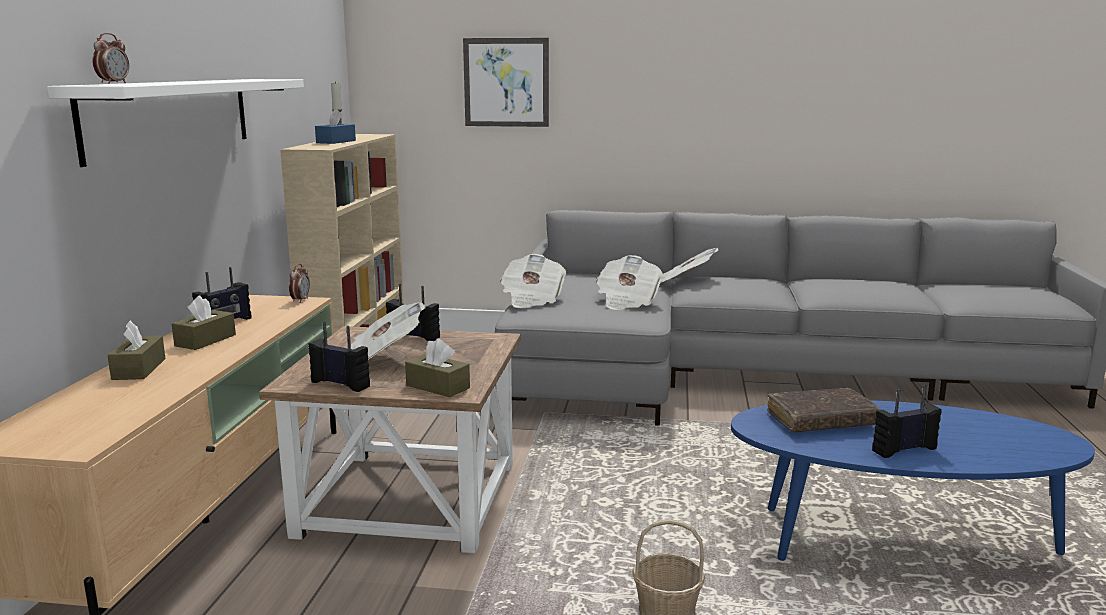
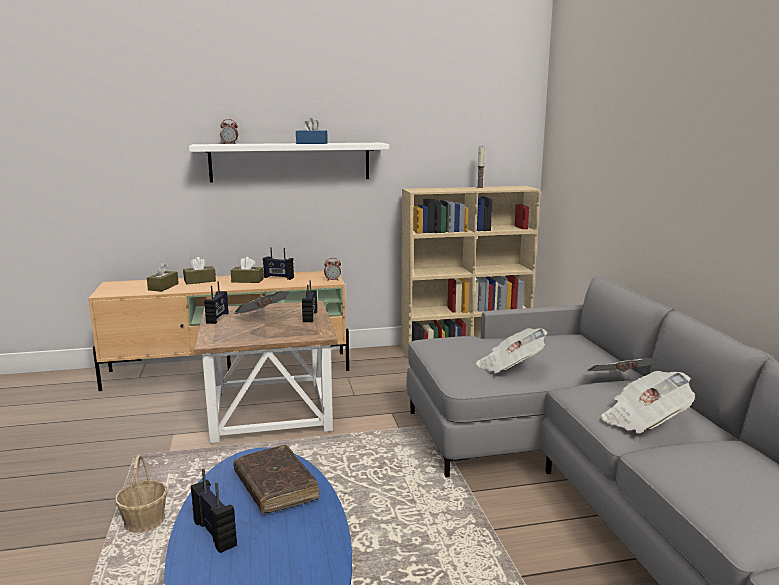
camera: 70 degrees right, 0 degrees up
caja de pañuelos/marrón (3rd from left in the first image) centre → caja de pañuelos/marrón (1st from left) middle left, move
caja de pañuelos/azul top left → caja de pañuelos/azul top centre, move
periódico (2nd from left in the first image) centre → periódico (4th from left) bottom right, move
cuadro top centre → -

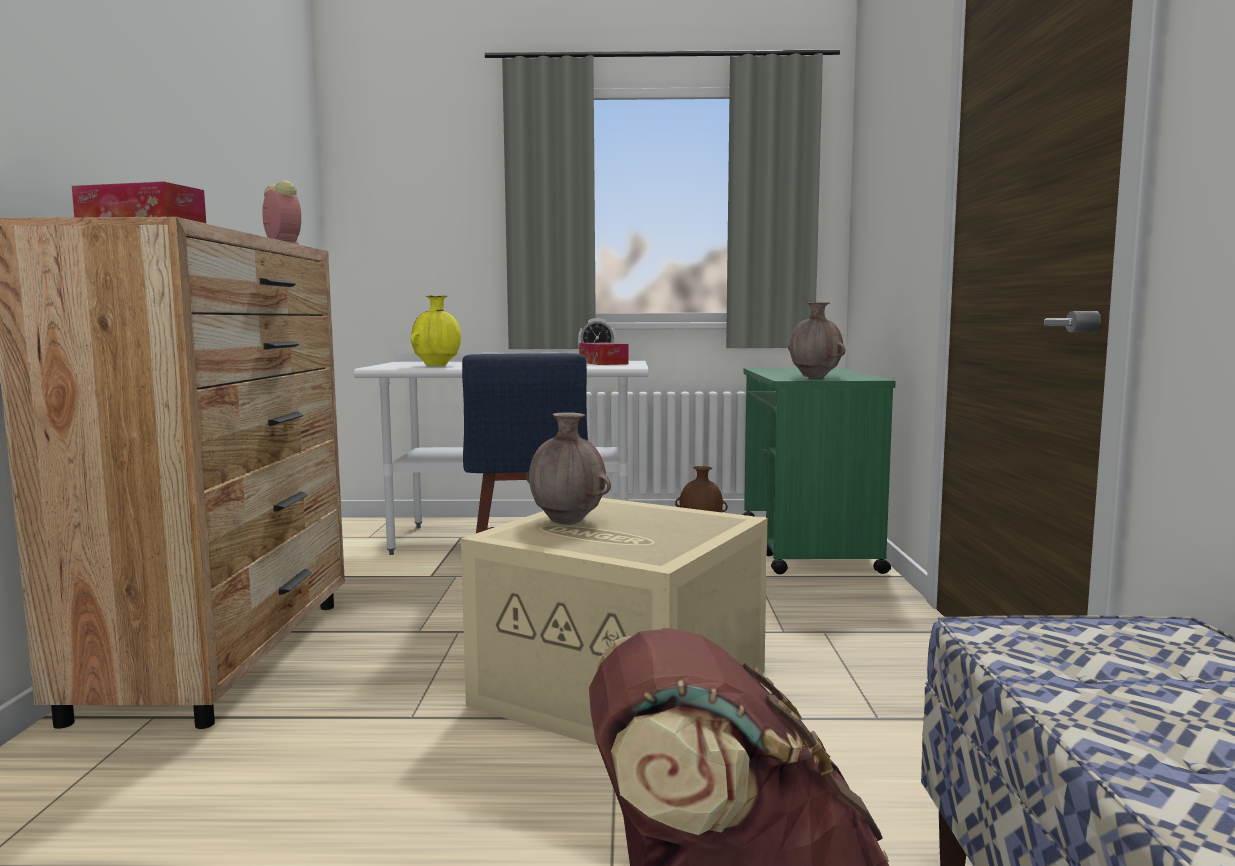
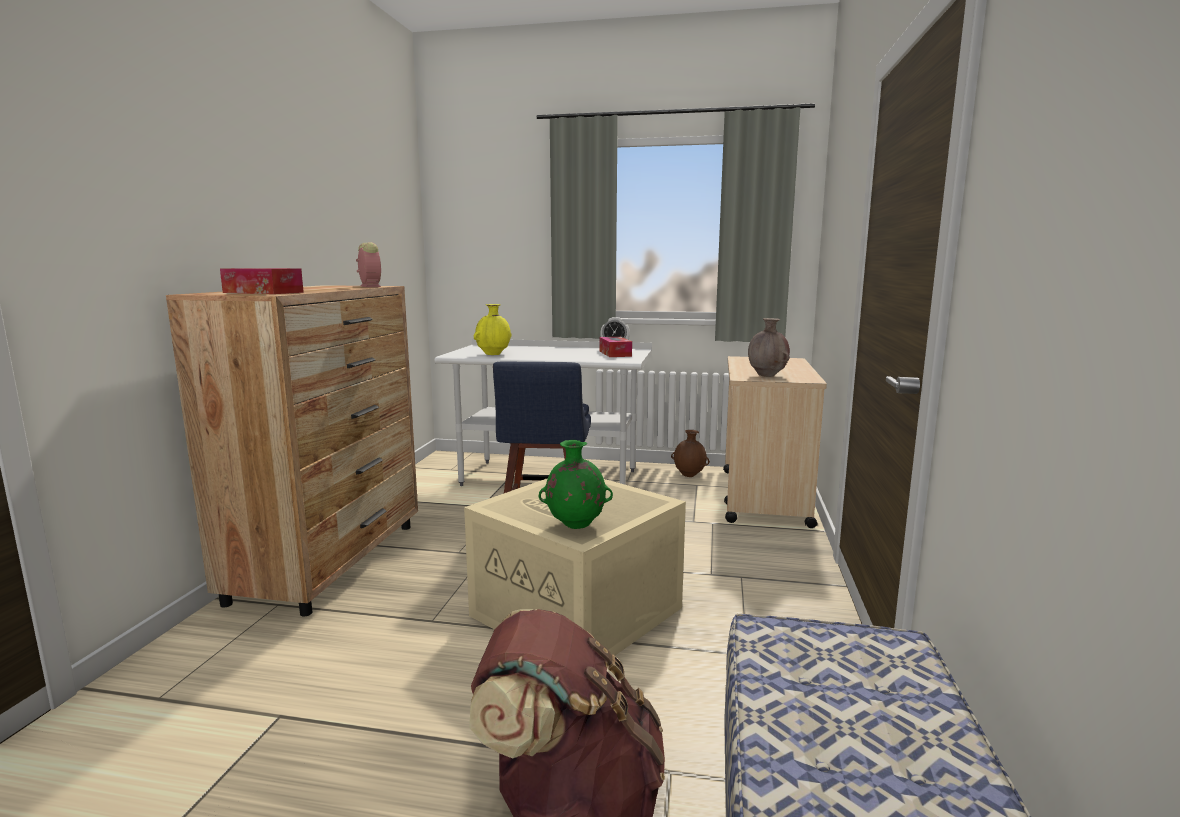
camera: 10 degrees right, 5 degrees up
- → florero/verde centre
carrito/verde centre → carrito/beis centre
florero/marrón (1st from left) centre → -

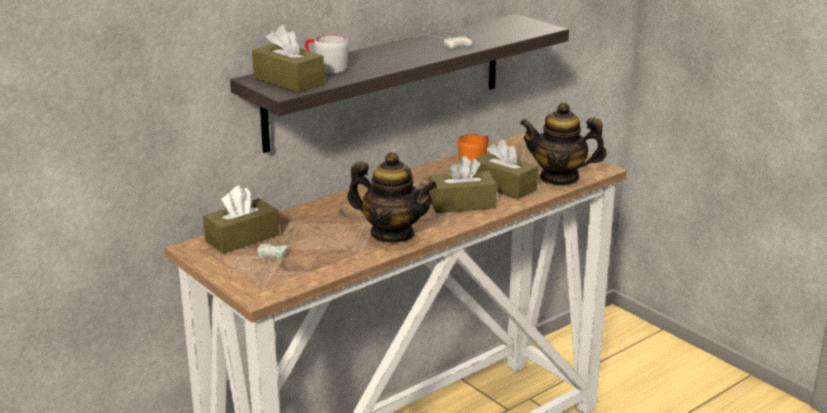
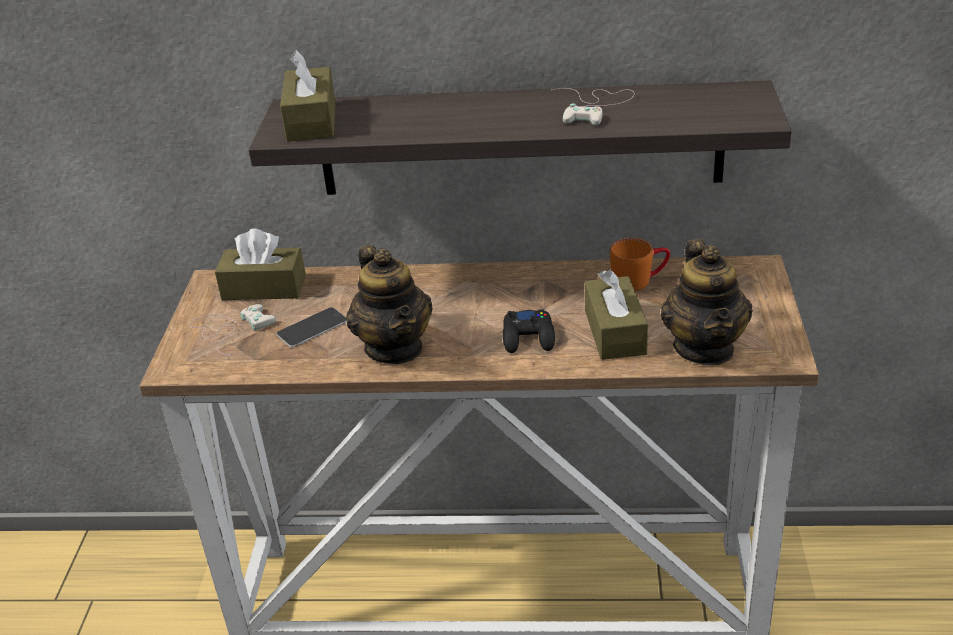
camera: 45 degrees right, 10 degrees up
- → móvil middle left
caja de pañuelos/marrón (3rd from left) centre → mando de consola/negro centre
tetera (2nd from left) middle right, 150 degrees counterclockwise
taza grande/gris top centre → -

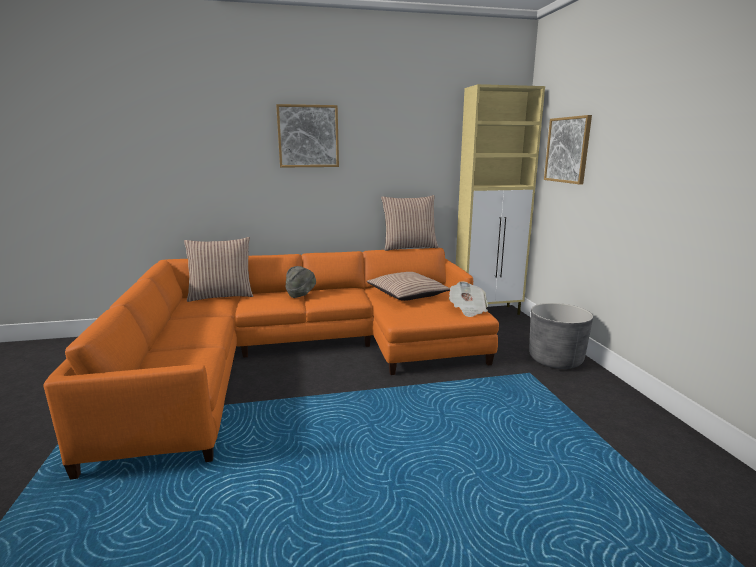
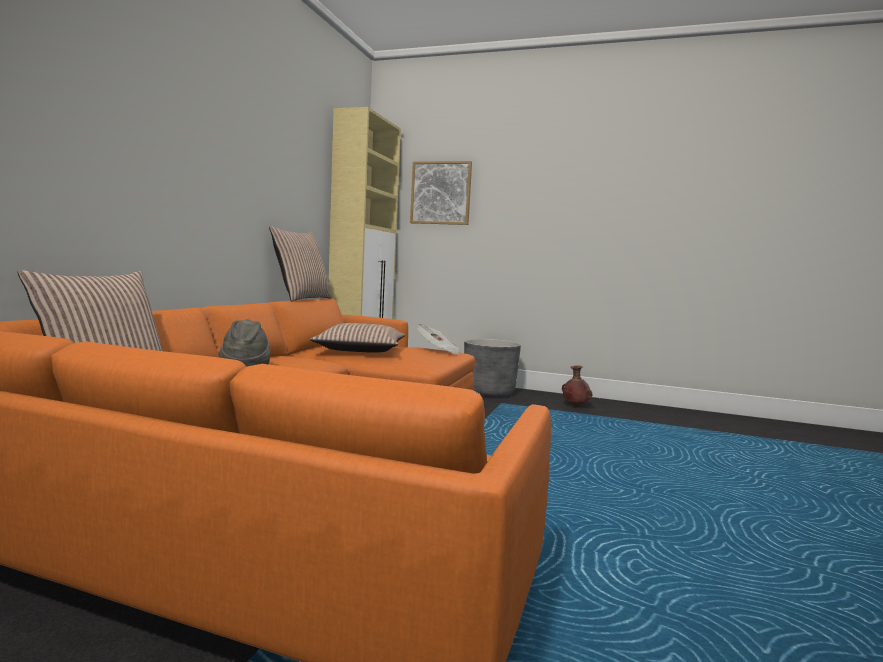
camera: 60 degrees left, 10 degrees down
- → florero/marrón centre
cuadro (1st from left) top centre → -

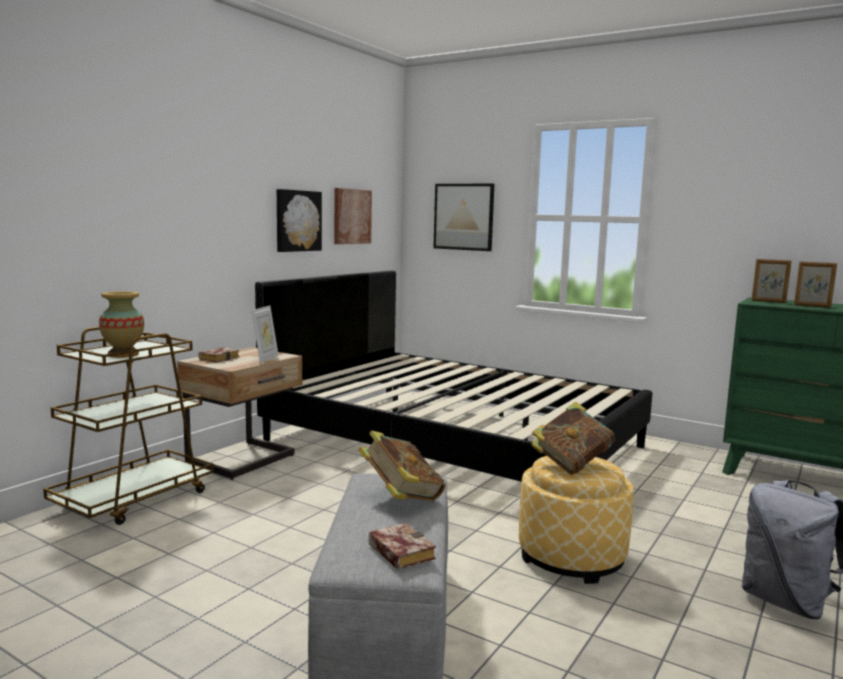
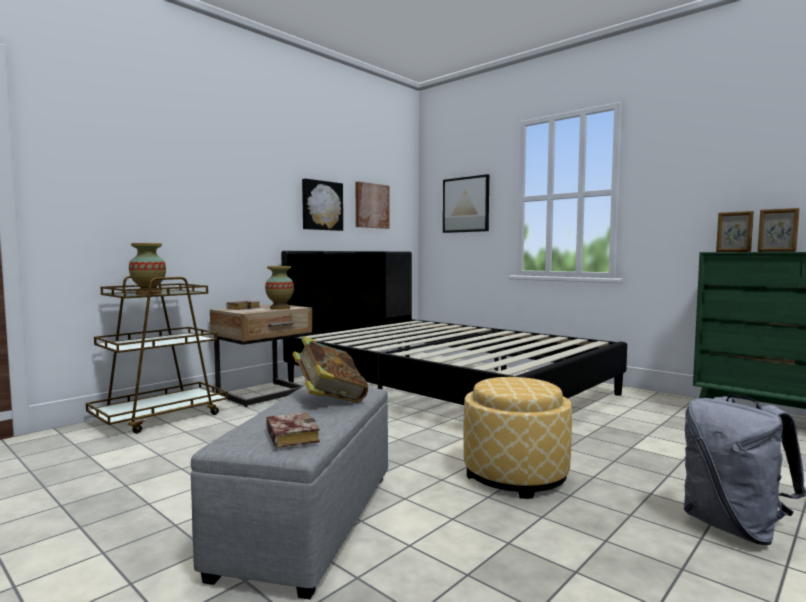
camera: 10 degrees right, 5 degrees down
portarretratos (1st from left) middle left → florero (2nd from left) centre
libro (4th from left) middle right → -

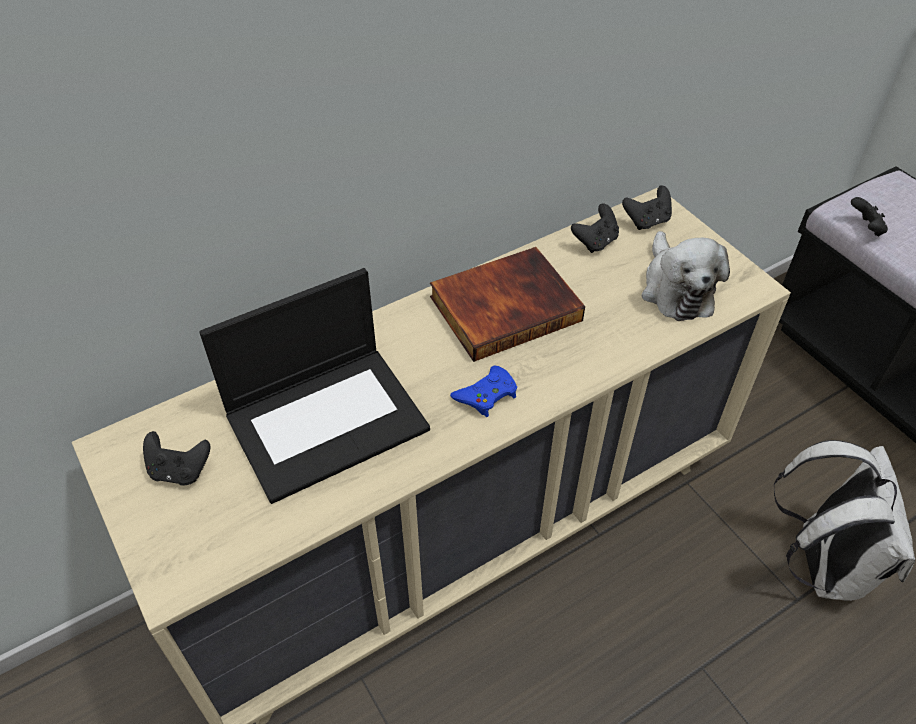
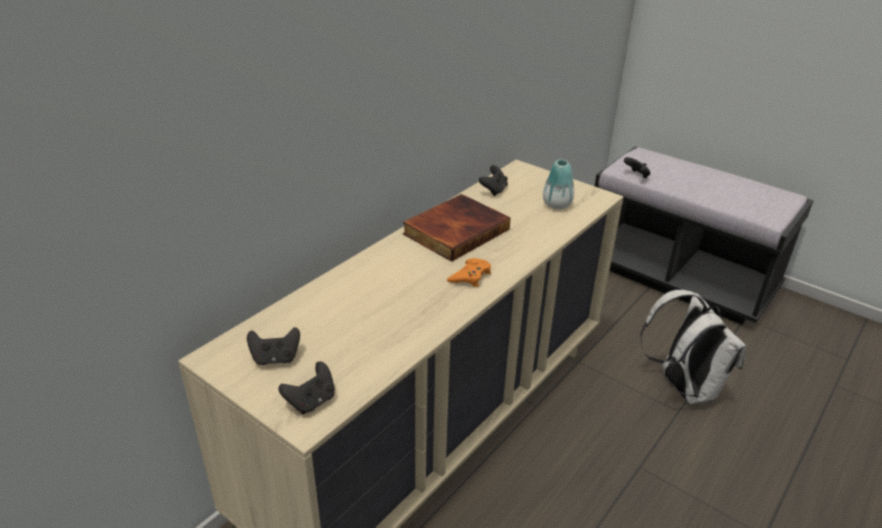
camera: 20 degrees left, 15 degrees down
mando de consola/negro (3rd from left in the first image) top right → mando de consola/negro (2nd from left) bottom centre, move
mando de consola/azul centre → mando de consola/naranja centre
peluche middle right → florero centre
portátil centre → -

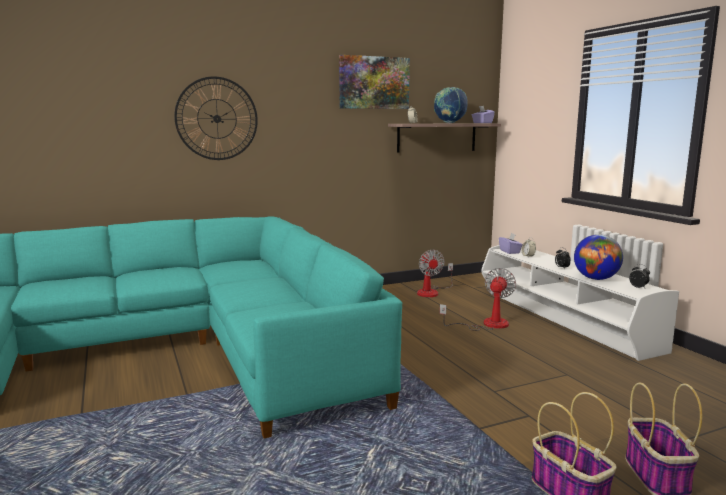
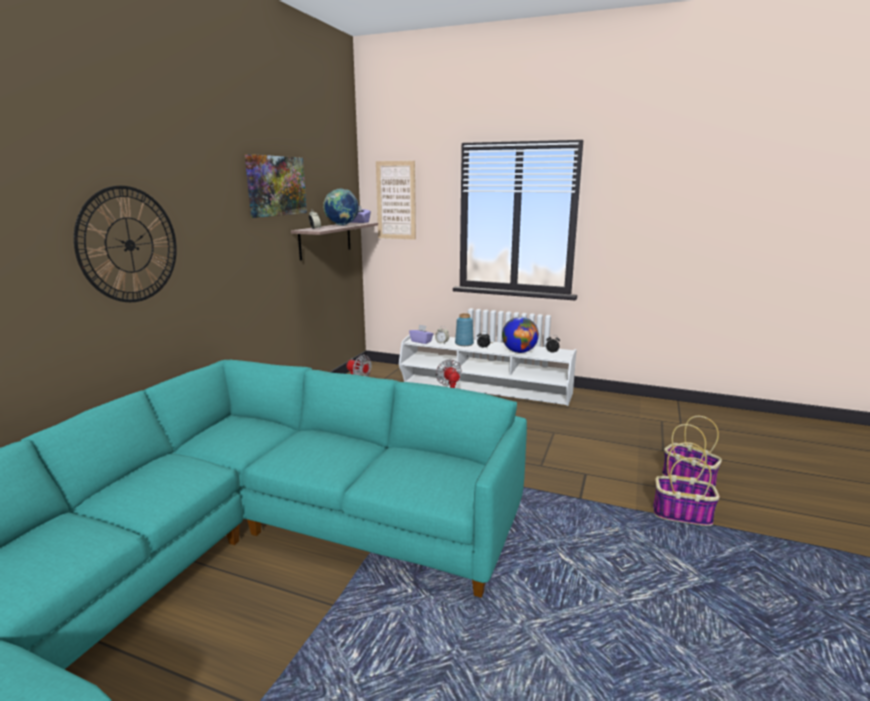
camera: 45 degrees left, 5 degrees up
- → cuadro (2nd from left) top centre
- → florero/azul centre

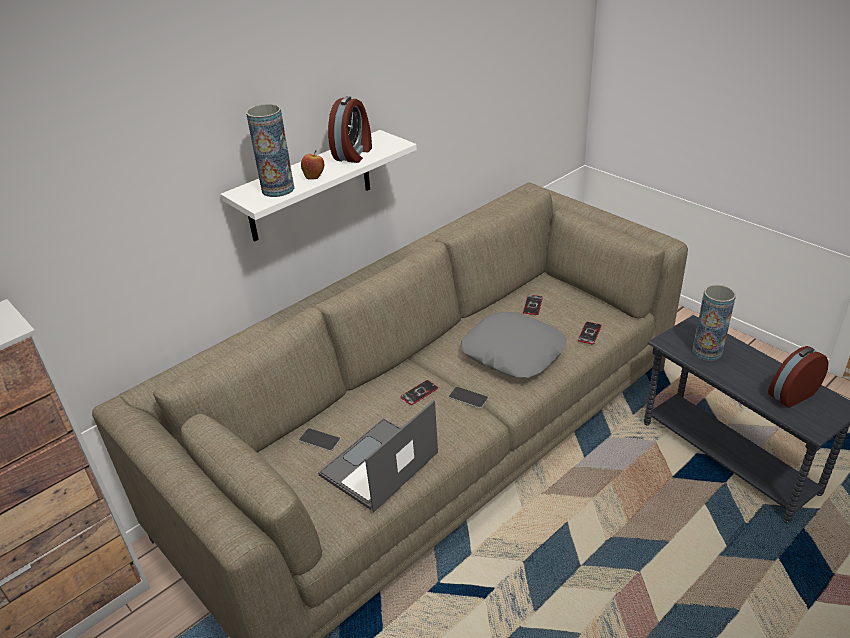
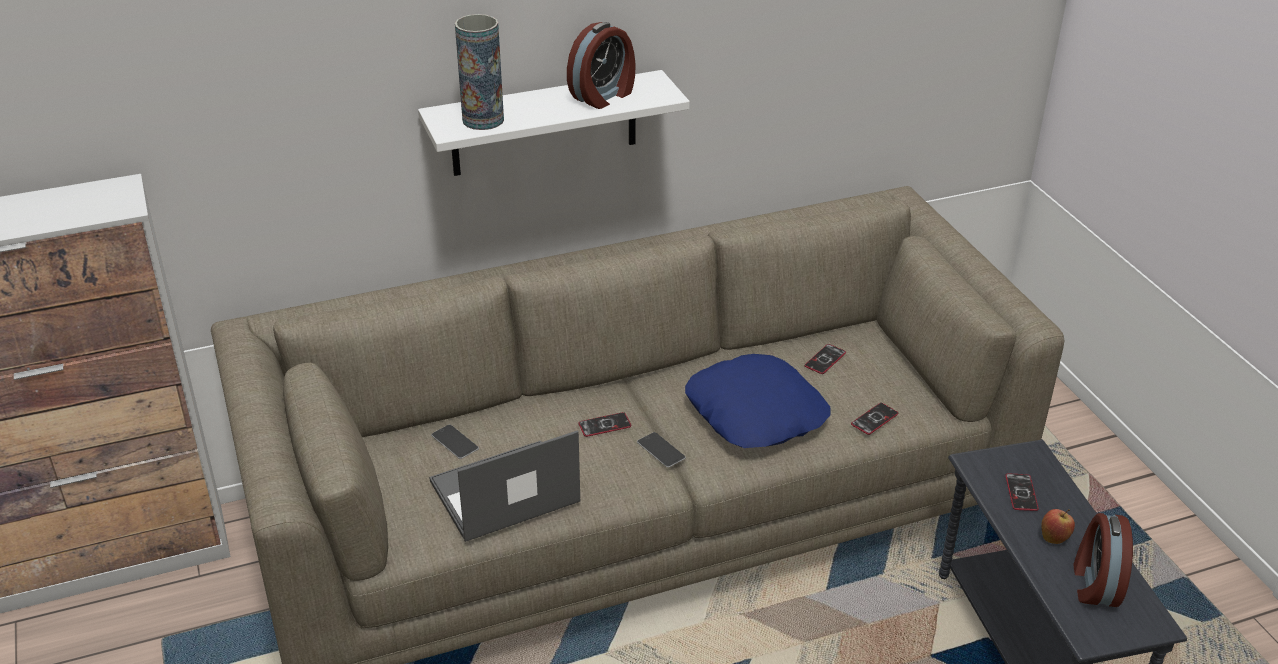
camera: 20 degrees right, 0 degrees up
cojín/gris centre → cojín/azul centre
florero (2nd from left) middle right → móvil (6th from left) bottom right
manzana top centre → manzana bottom right, move
despertador (2nd from left) middle right → despertador (2nd from left) bottom right, 75 degrees counterclockwise

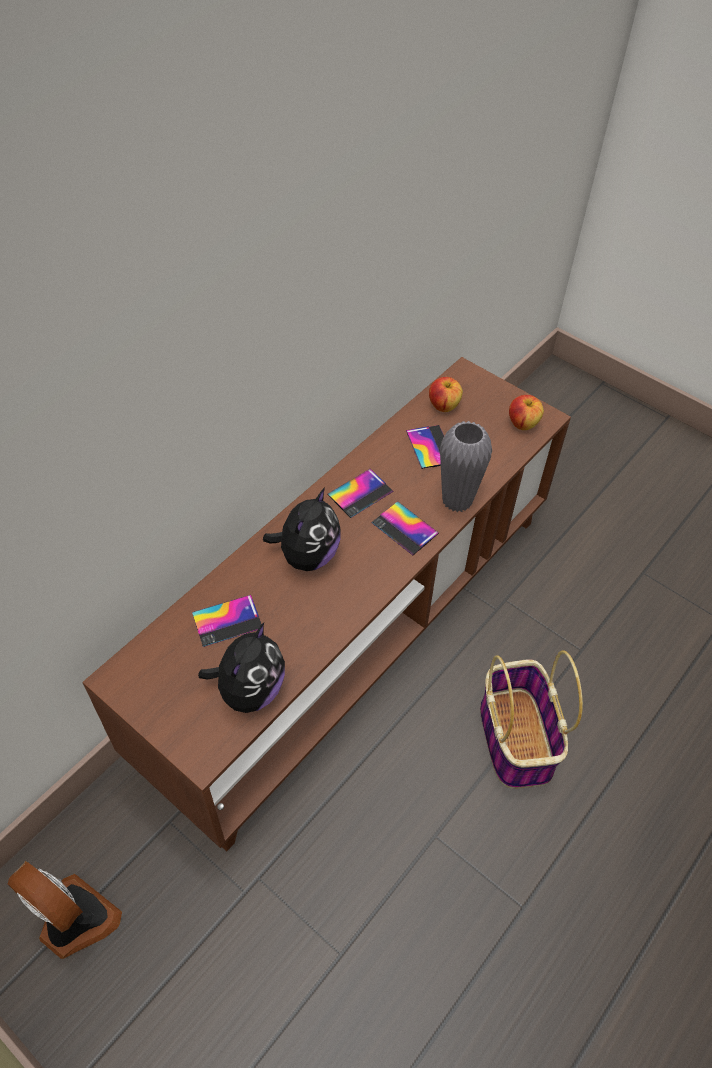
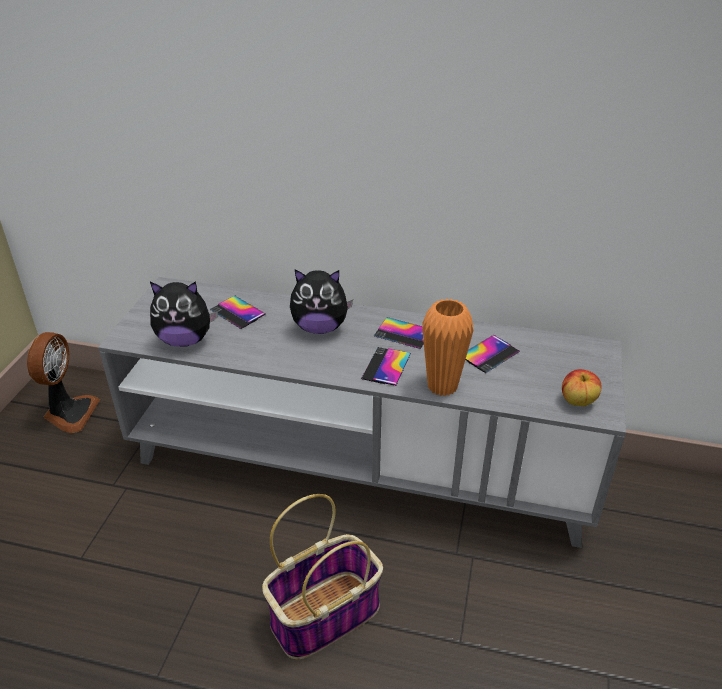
camera: 65 degrees right, 15 degrees down
mueble de televisión/marrón centre → mueble de televisión/gris centre
florero/gris centre → florero/naranja centre
manzana (1st from left) centre → -

